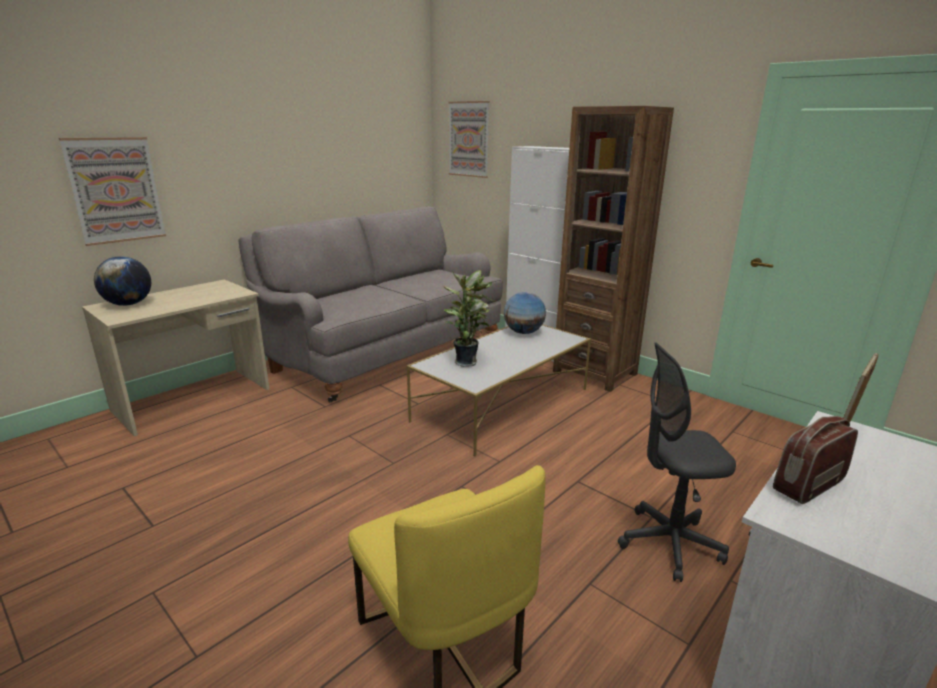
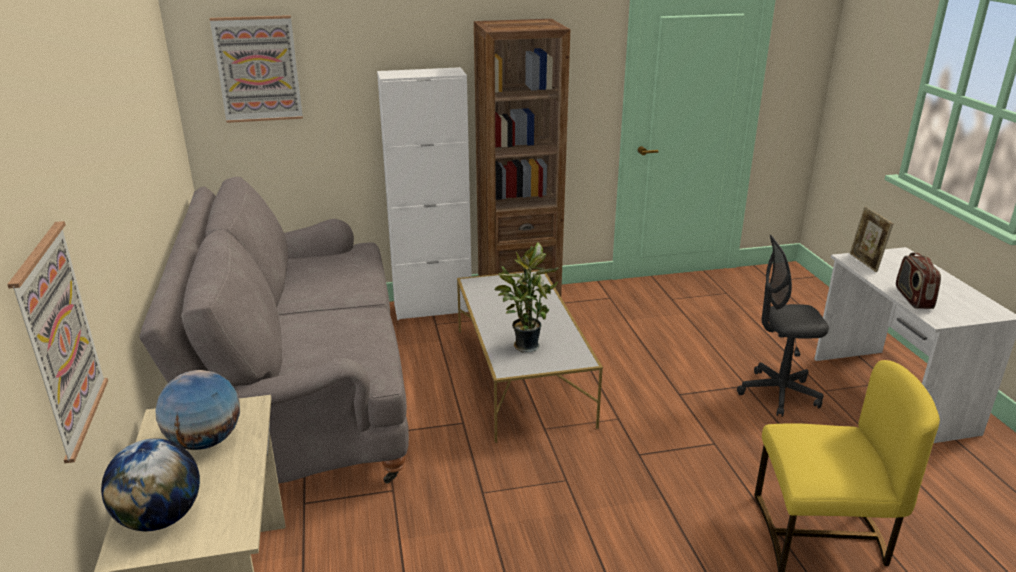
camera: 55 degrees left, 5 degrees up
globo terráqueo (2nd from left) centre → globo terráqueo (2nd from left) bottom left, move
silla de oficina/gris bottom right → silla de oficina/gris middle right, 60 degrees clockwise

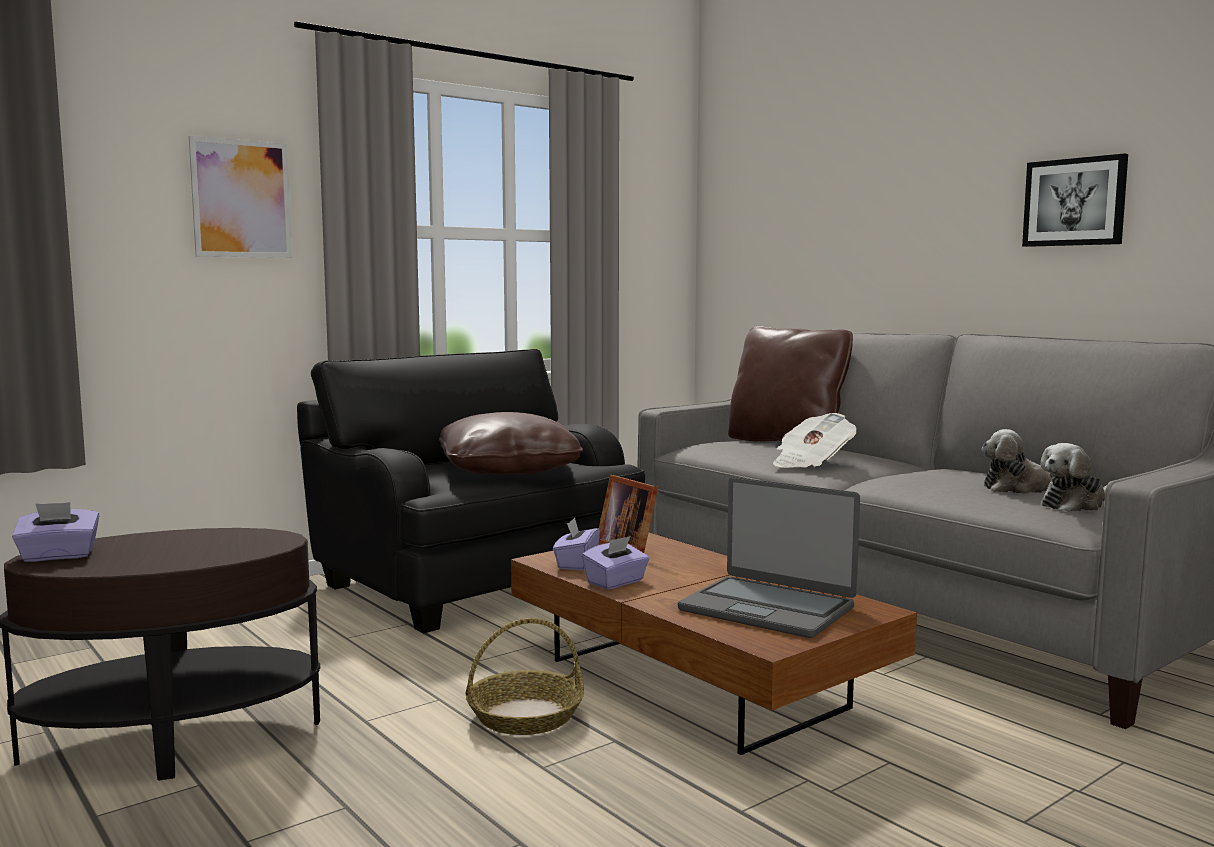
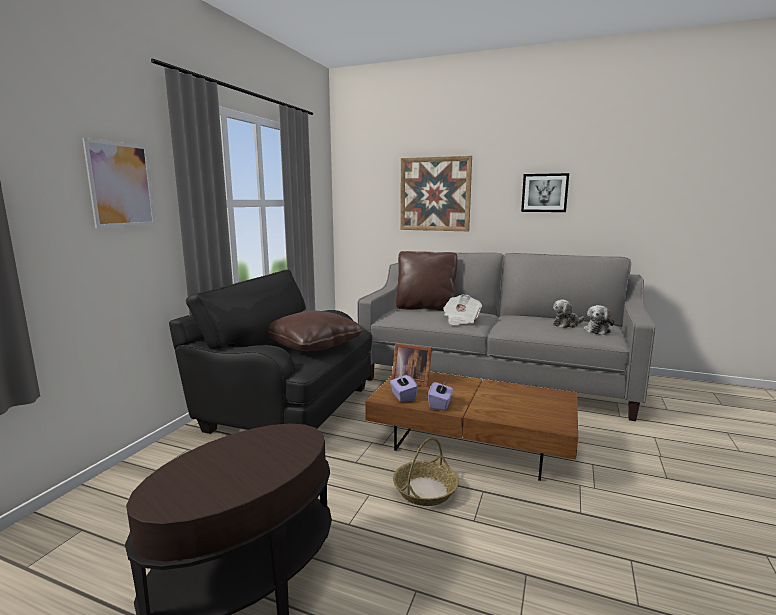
camera: 30 degrees left, 5 degrees up
- → cuadro (2nd from left) top centre
caja de pañuelos/morado (1st from left) middle left → -
portátil centre → -

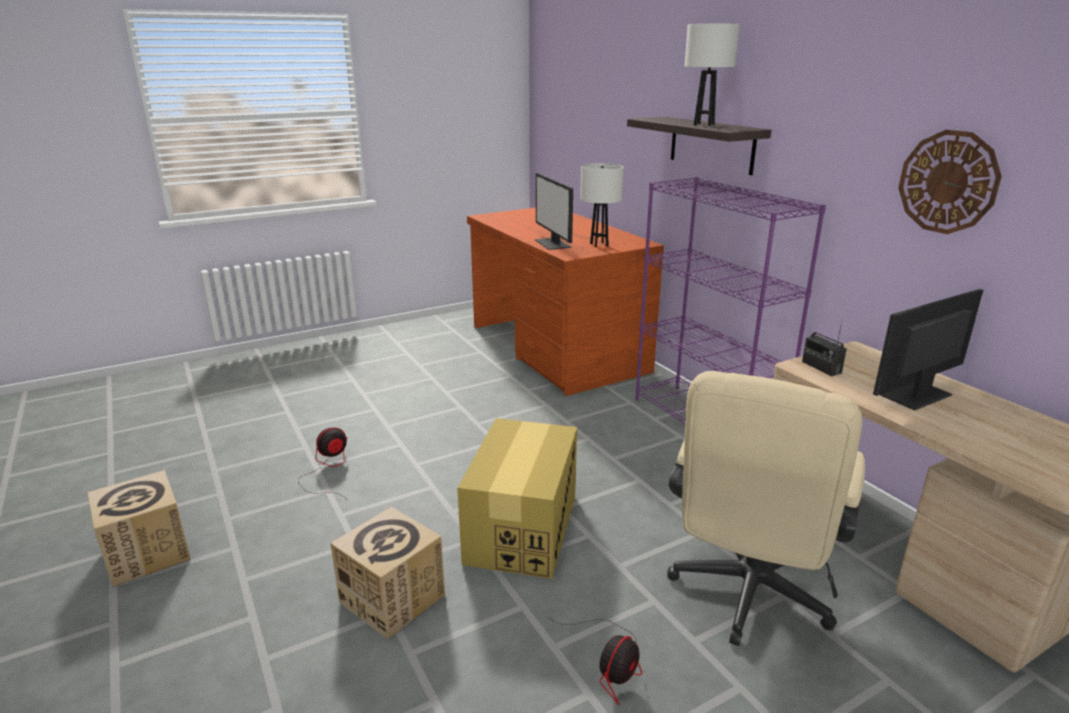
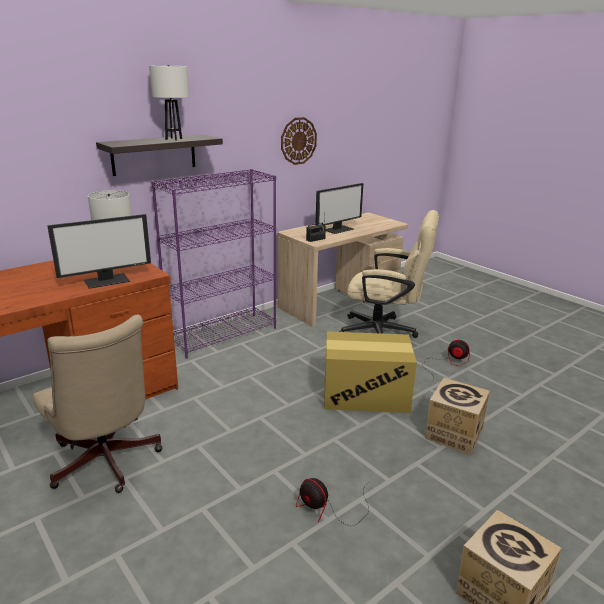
camera: 100 degrees left, 0 degrees up
- → silla de oficina/beis (1st from left) bottom left
monitor (2nd from left) middle right → monitor (2nd from left) centre, 90 degrees counterclockwise

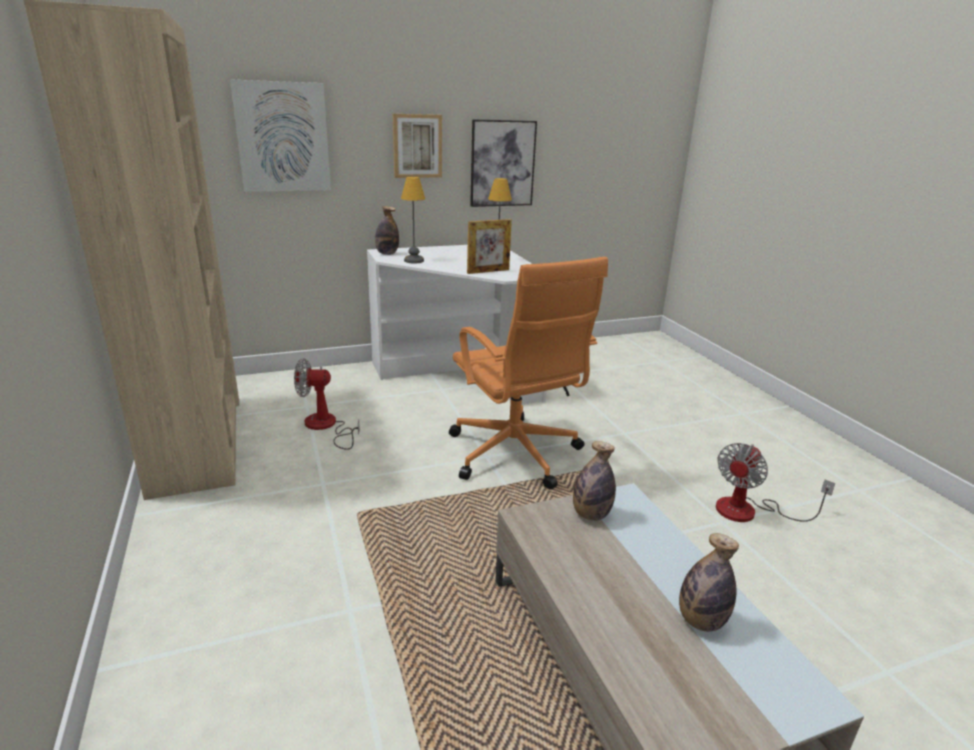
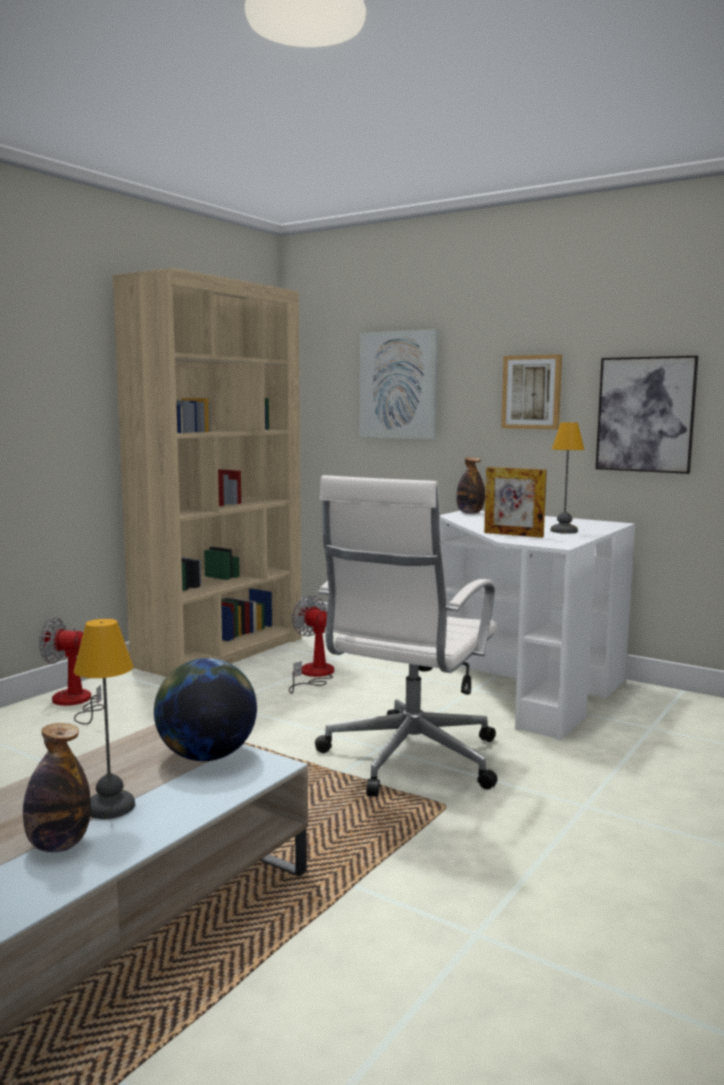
camera: 55 degrees right, 15 degrees down
ventilador (2nd from left in the first image) middle right → ventilador (1st from left) middle left, move
lámpara de mesa (1st from left) top centre → lámpara de mesa (1st from left) middle left, move
botella (2nd from left) centre → globo terráqueo middle left
silla de oficina/naranja centre → silla de oficina/blanco centre

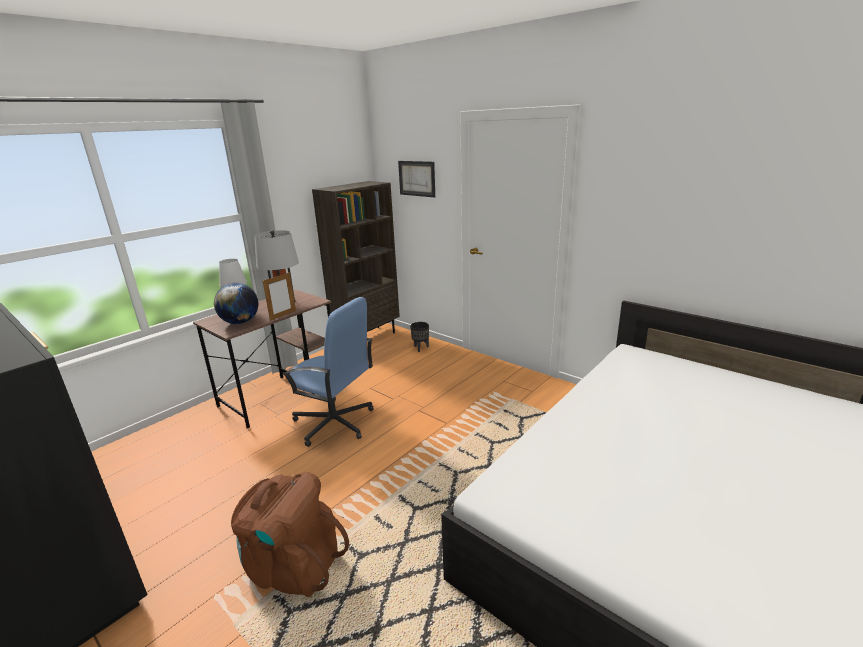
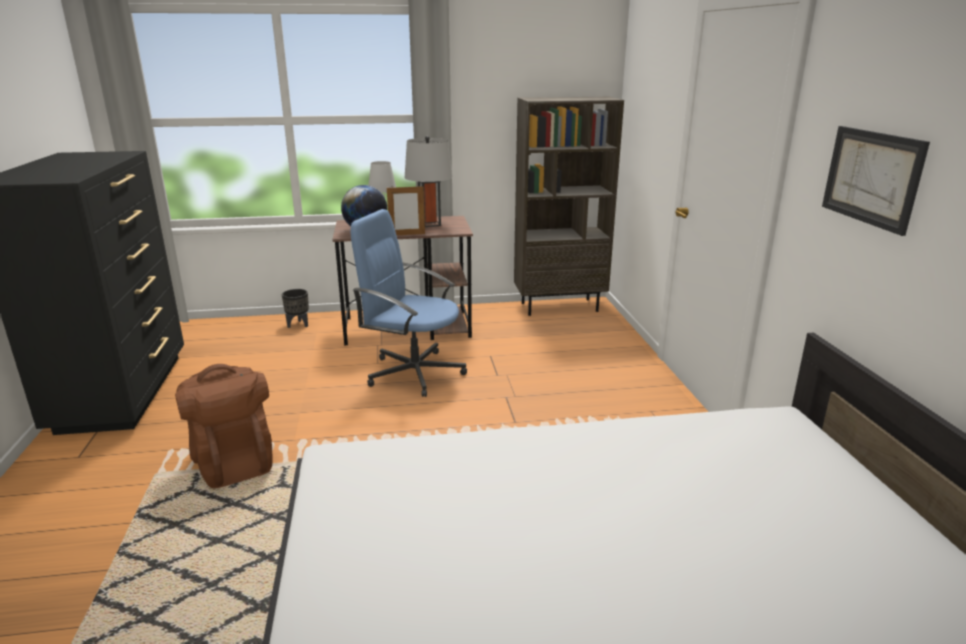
camera: 40 degrees right, 0 degrees up
maceta/negro centre → maceta/negro middle left, move
silla de oficina/azul centre, 135 degrees clockwise
cuadro top centre → cuadro top right, move

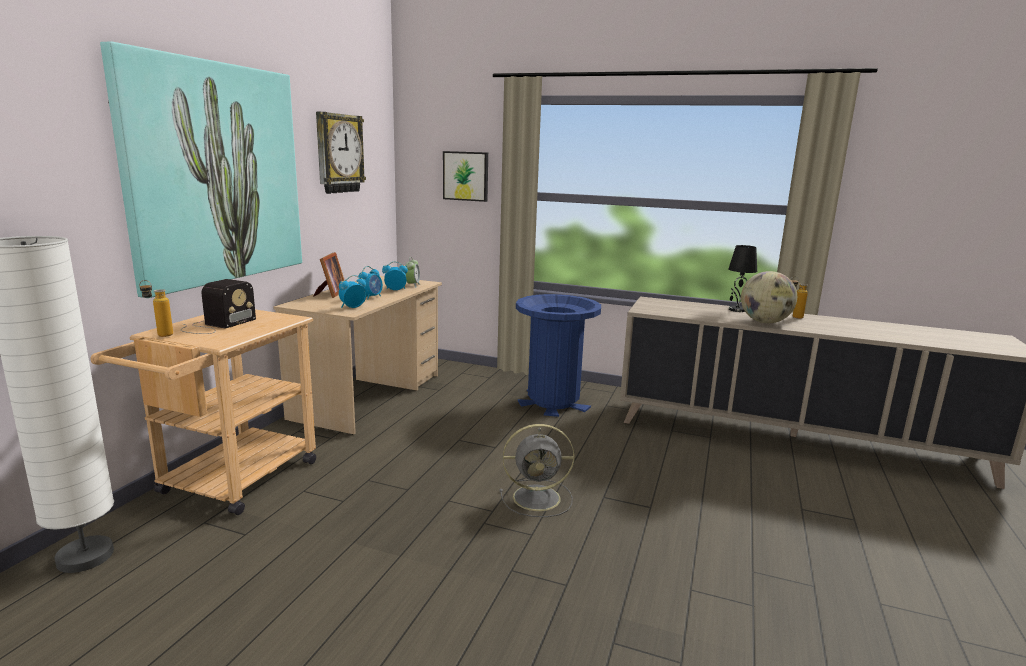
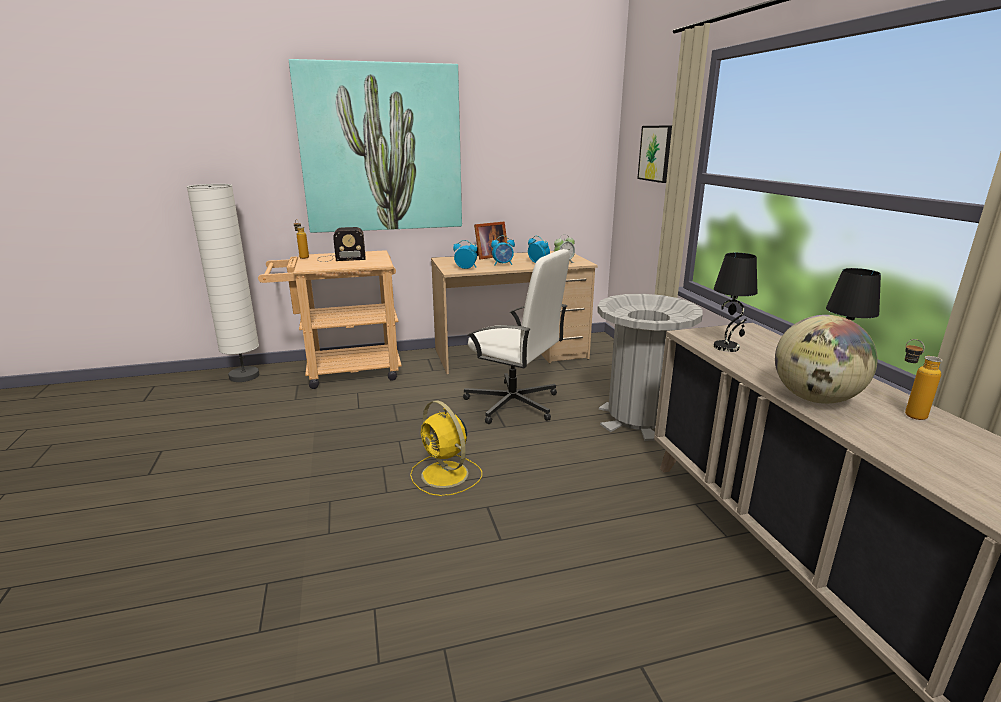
camera: 55 degrees right, 5 degrees up
ventilador/gris bottom centre → ventilador/amarillo centre
- → silla de oficina/blanco centre
papelera/azul centre → papelera/gris centre
- → lámpara de mesa/negro (1st from left) middle right
reloj de pared top left → -

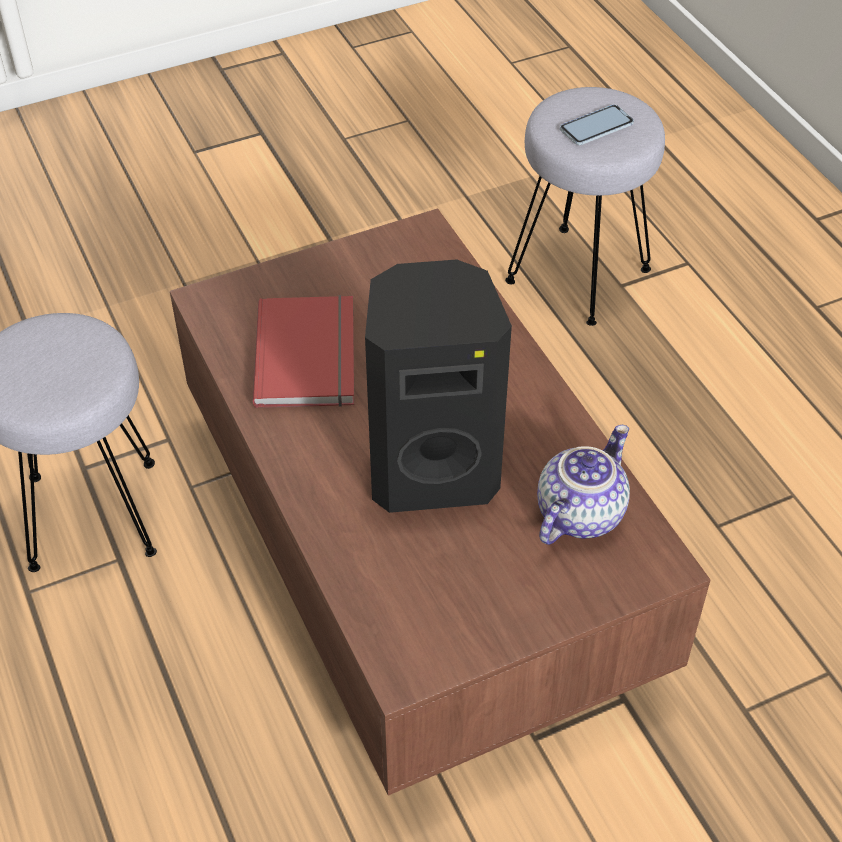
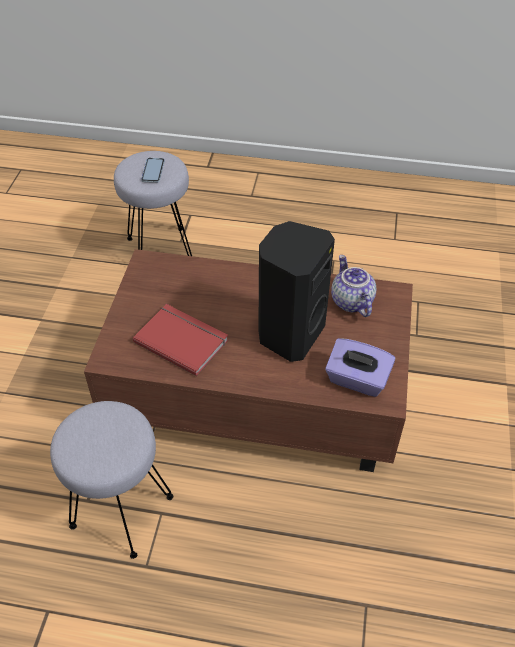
camera: 55 degrees left, 0 degrees up
- → caja de pañuelos/morado middle right

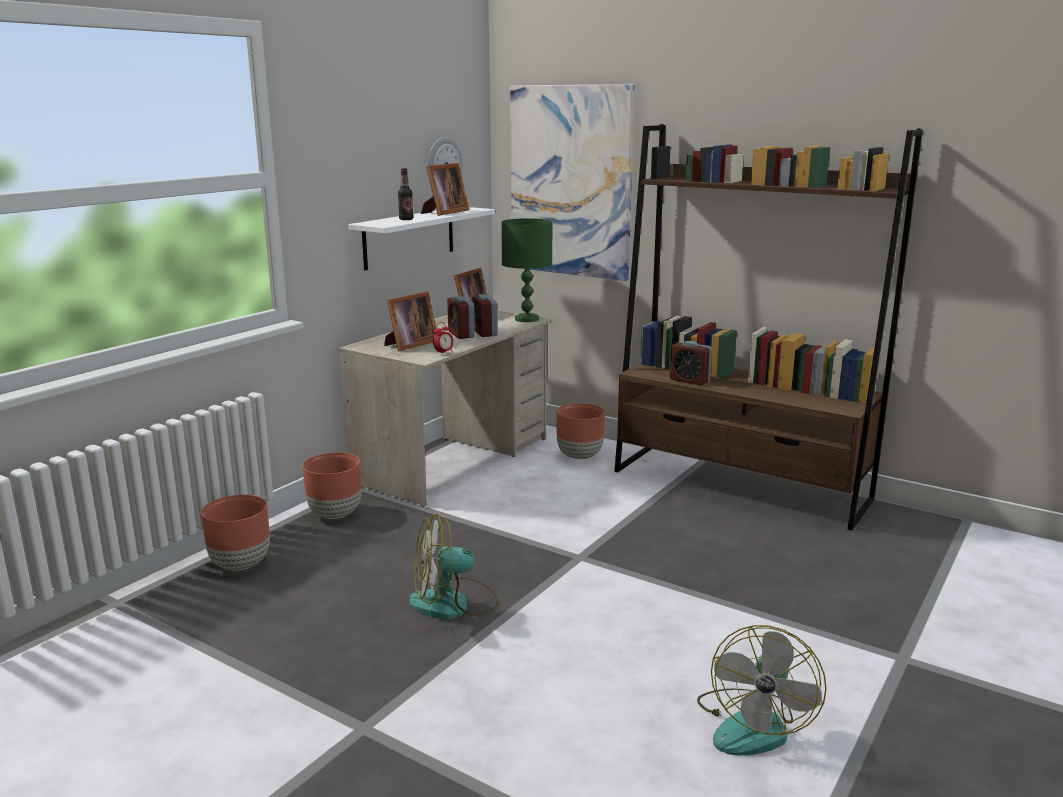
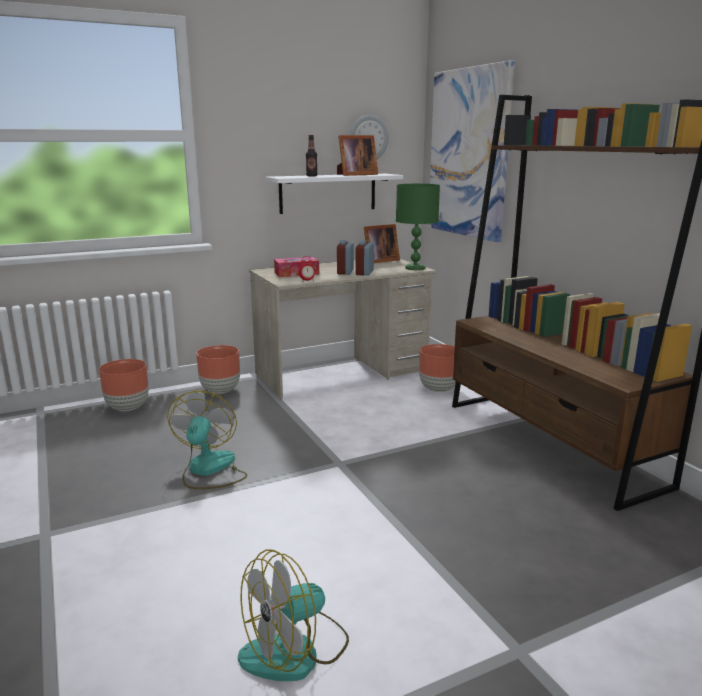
camera: 30 degrees right, 0 degrees up
ventilador (1st from left) bottom centre → ventilador (1st from left) middle left, 75 degrees clockwise
portarretratos (1st from left) centre → caja de pañuelos centre
despertador (4th from left) centre → -

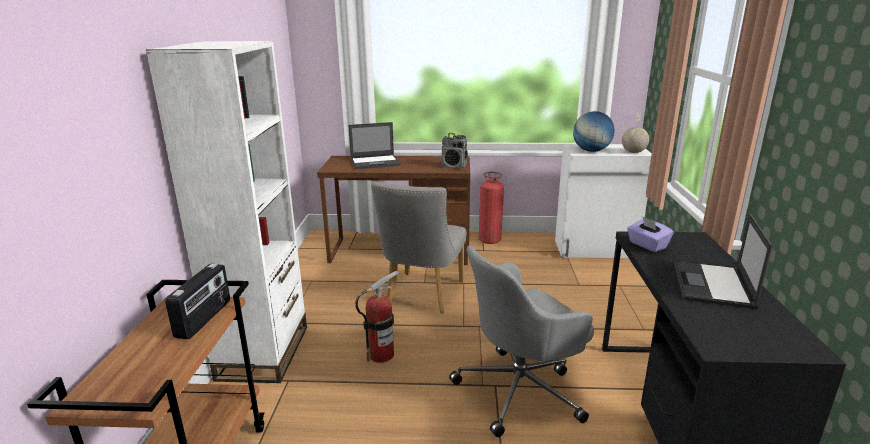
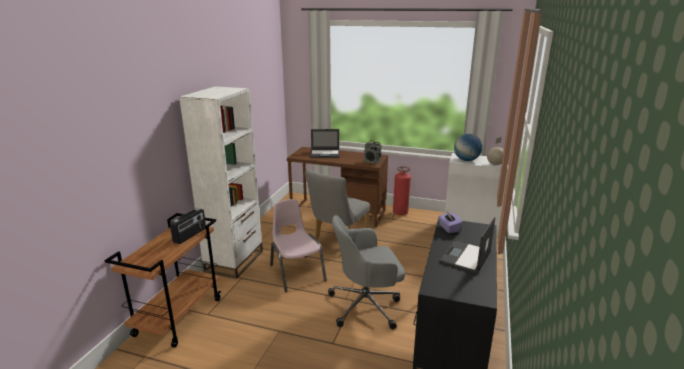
camera: 15 degrees right, 0 degrees up
extintor (1st from left) bottom centre → silla/rosa centre

